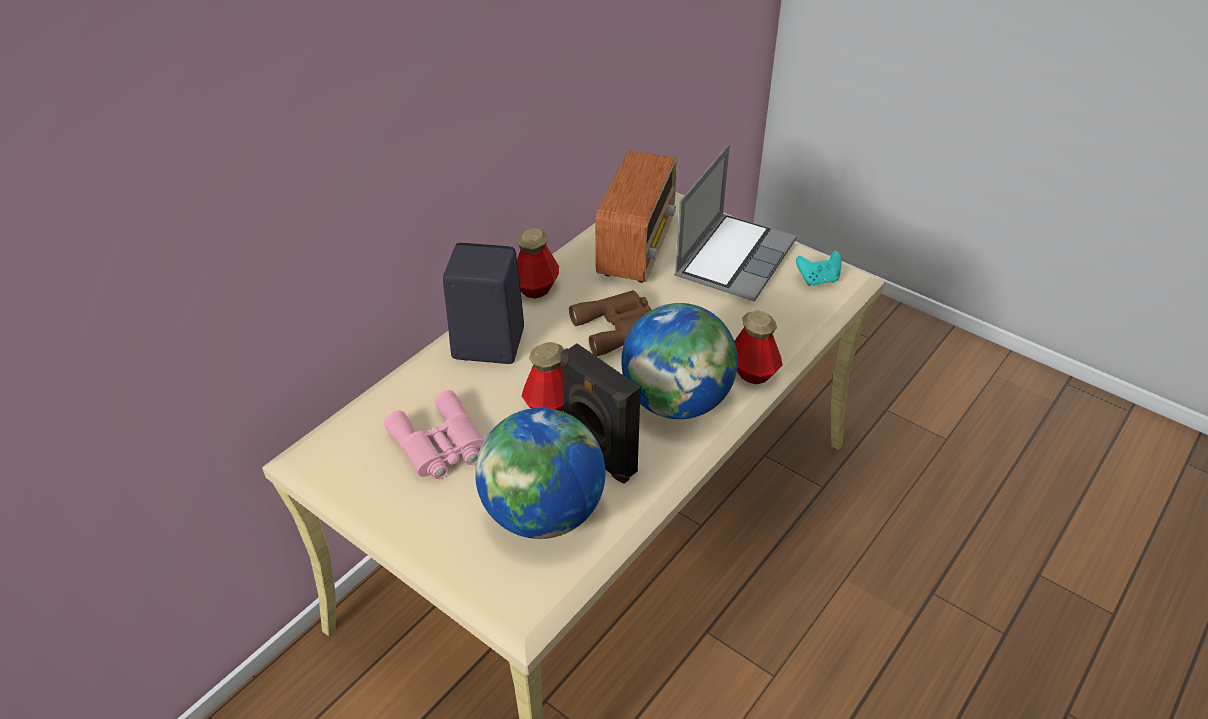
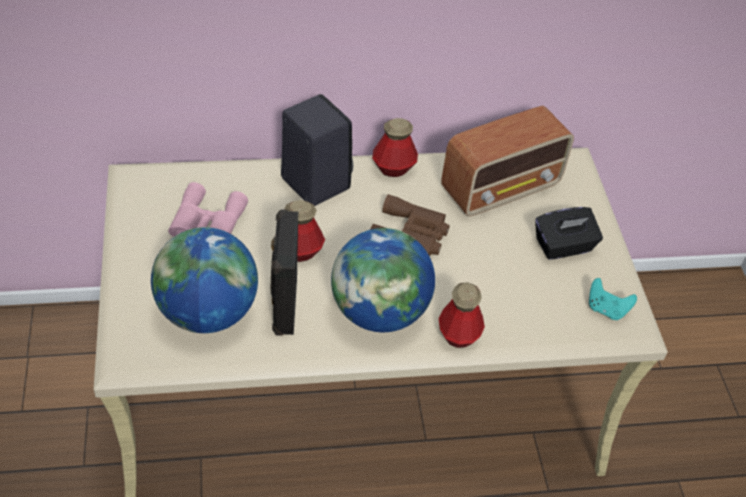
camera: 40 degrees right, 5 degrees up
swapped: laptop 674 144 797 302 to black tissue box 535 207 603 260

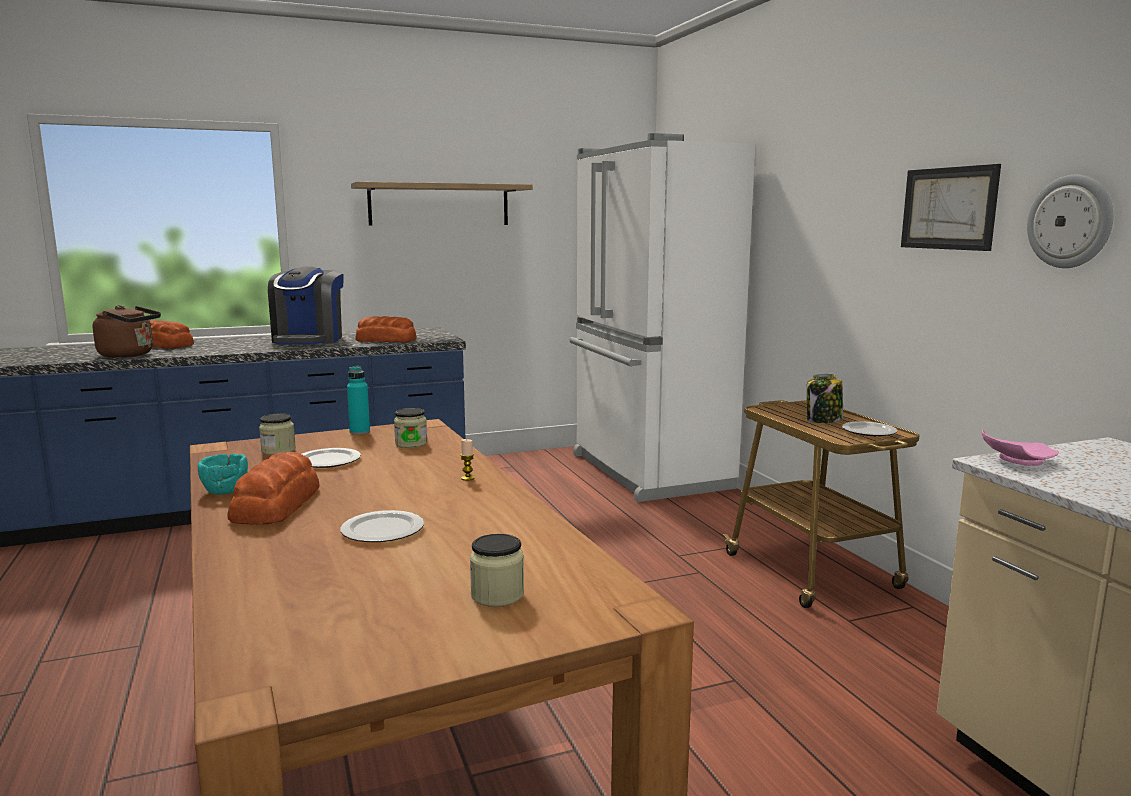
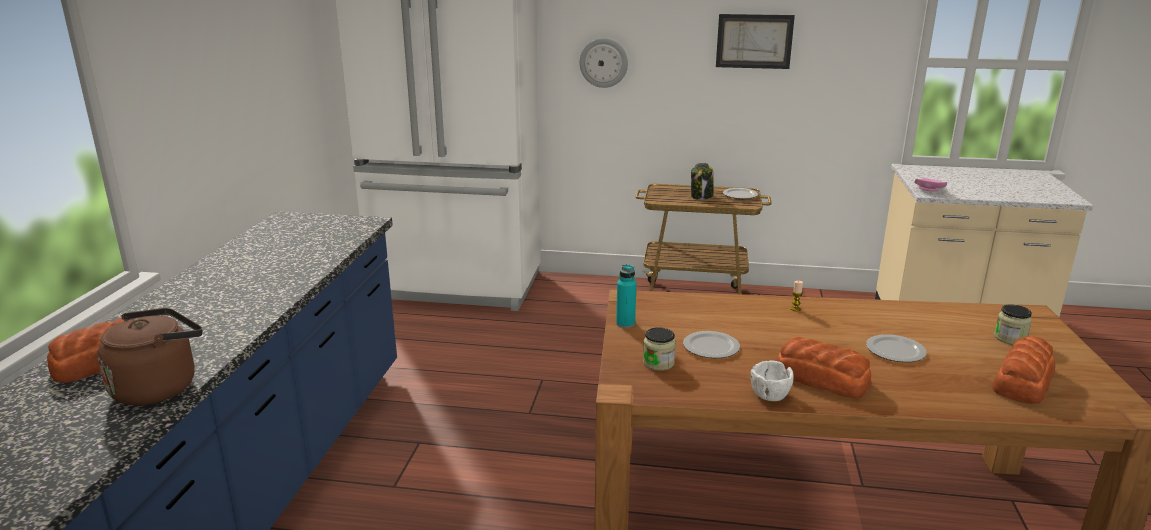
camera: 60 degrees left, 10 degrees up
gone: coffee machine 268 267 344 345; shelf 351 182 533 226; jar 394 408 427 448
shifted: bread 355 316 417 342 to 992 336 1055 404; wall clock 1027 175 1114 268 to 580 38 628 88
repainted: turquoise bowl 198 453 248 495 to white bowl 750 360 794 401

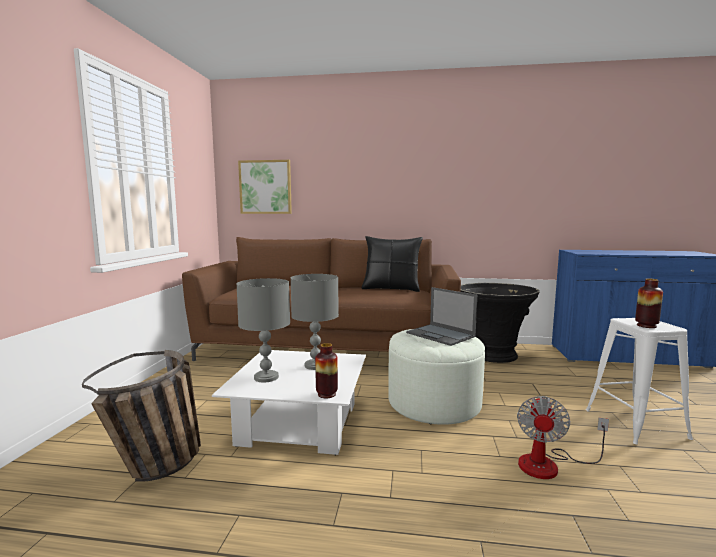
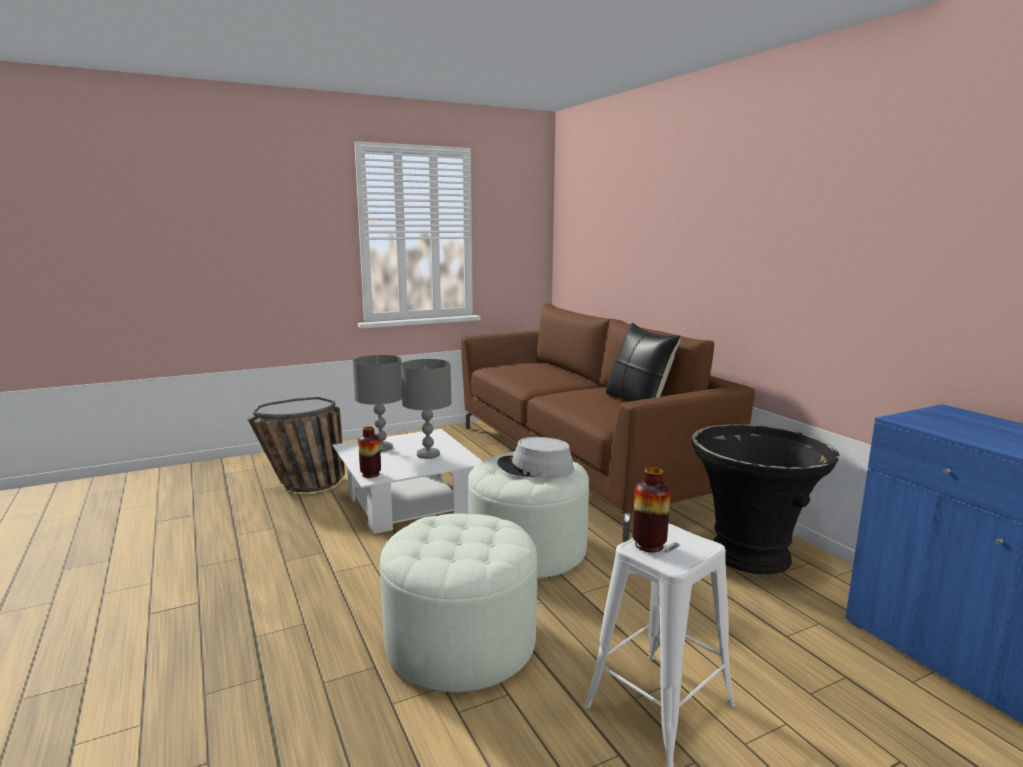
camera: 55 degrees right, 5 degrees up
gone: picture 238 160 292 214
swapped: laptop 406 287 477 346 to grey hat 497 437 574 478; fan 517 396 609 479 to white ottoman 380 514 537 692

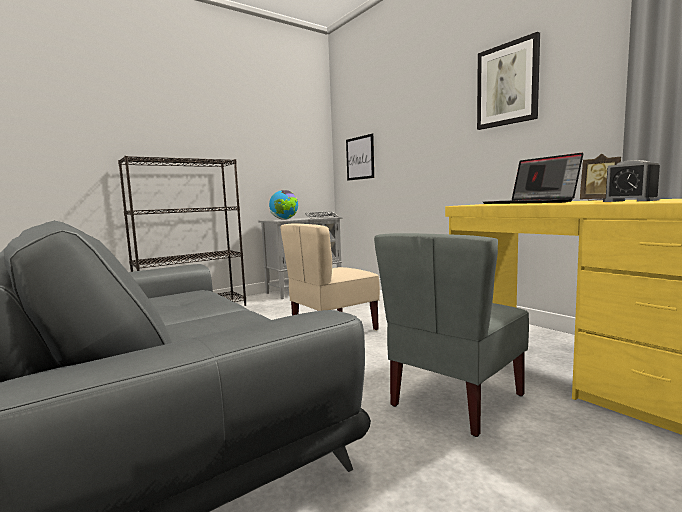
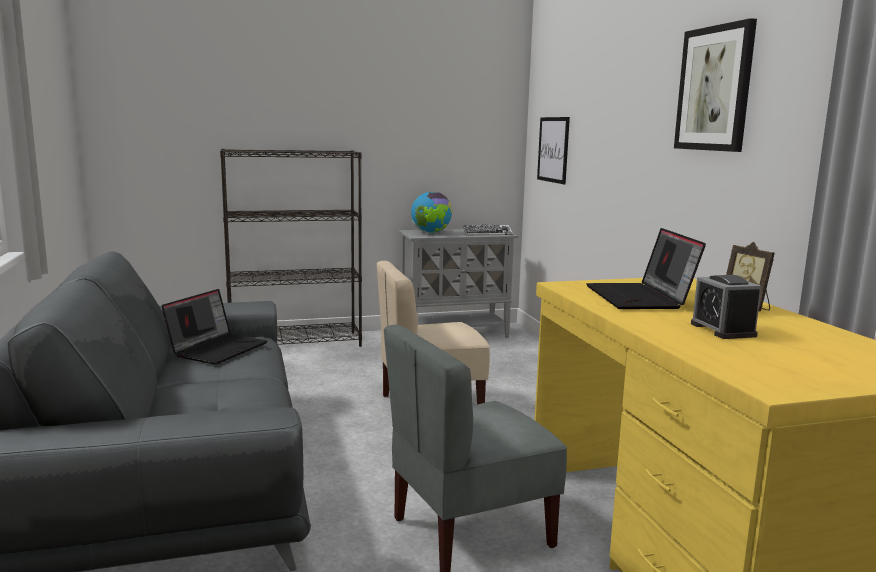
camera: 20 degrees right, 5 degrees up
new: laptop 161 289 268 365

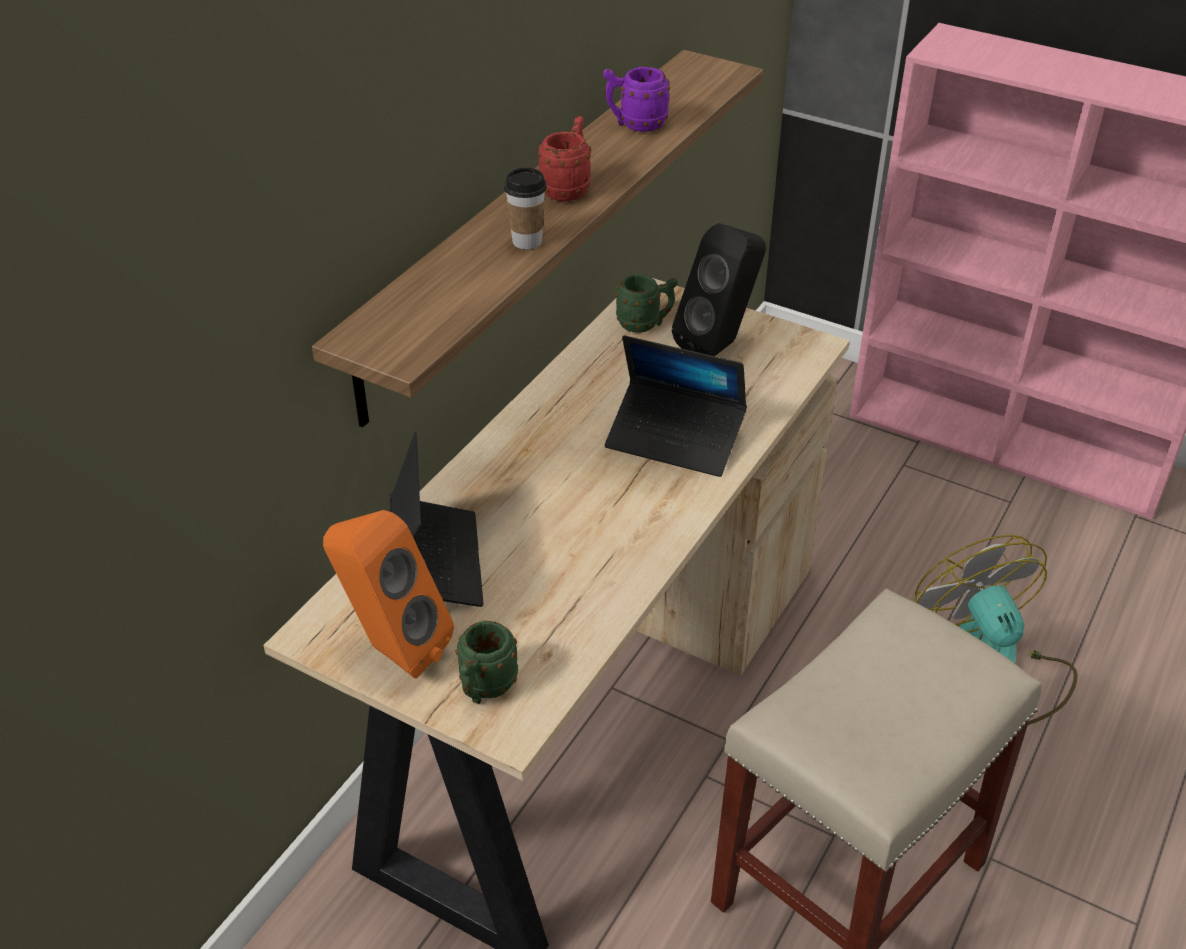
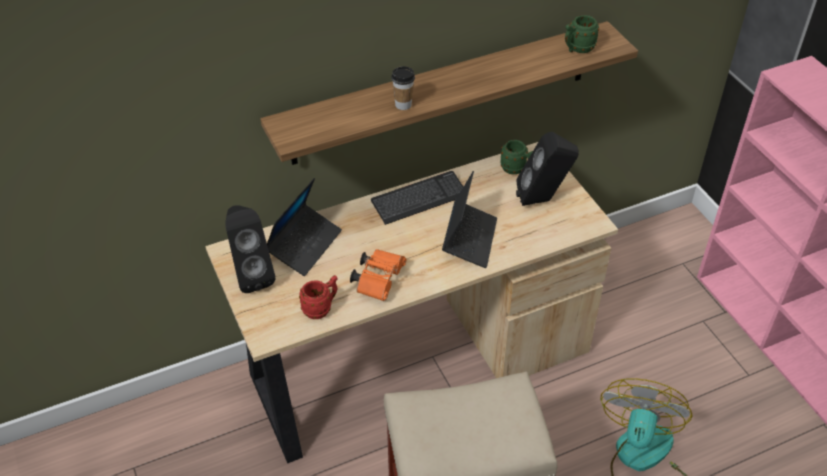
camera: 35 degrees right, 5 degrees up
gone: purple mug 603 67 670 132
new: orange binoculars 350 249 406 301; keyboard 371 171 463 225
shifted: green mug 456 621 518 704 to 565 15 599 53; red mug 538 116 591 201 to 299 275 338 319
repainted: orange speaker 323 510 454 678 to black speaker 225 205 276 293
rotated: laptop 605 335 747 477 = 442 171 497 268 135 degrees counterclockwise

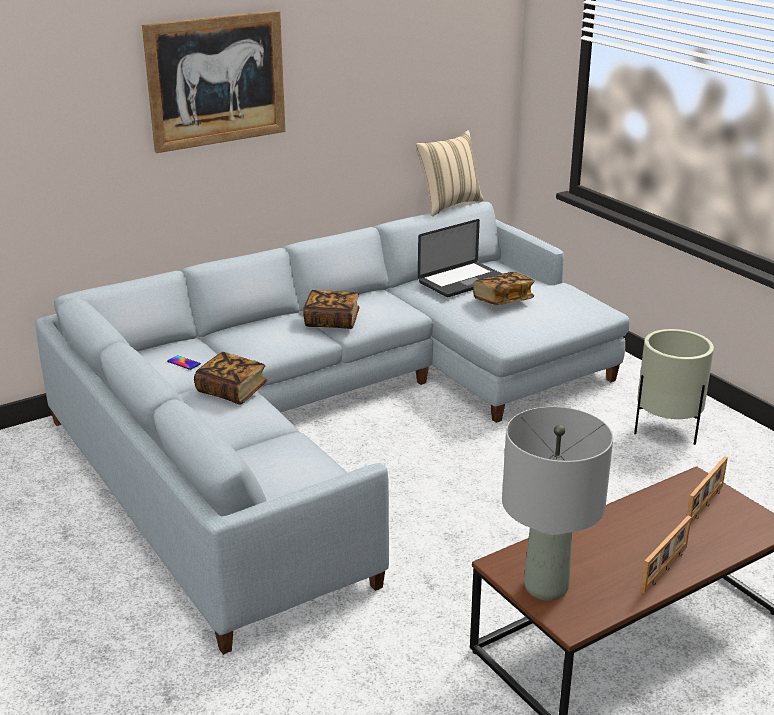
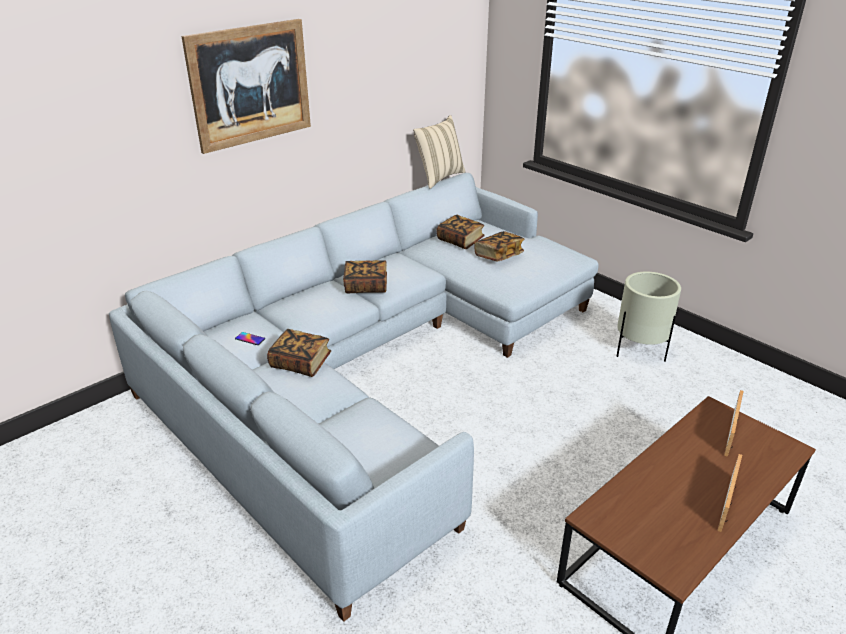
camera: 10 degrees left, 5 degrees up
gone: grey table lamp 502 407 613 601
swapped: laptop 418 219 502 297 to book 436 215 485 249

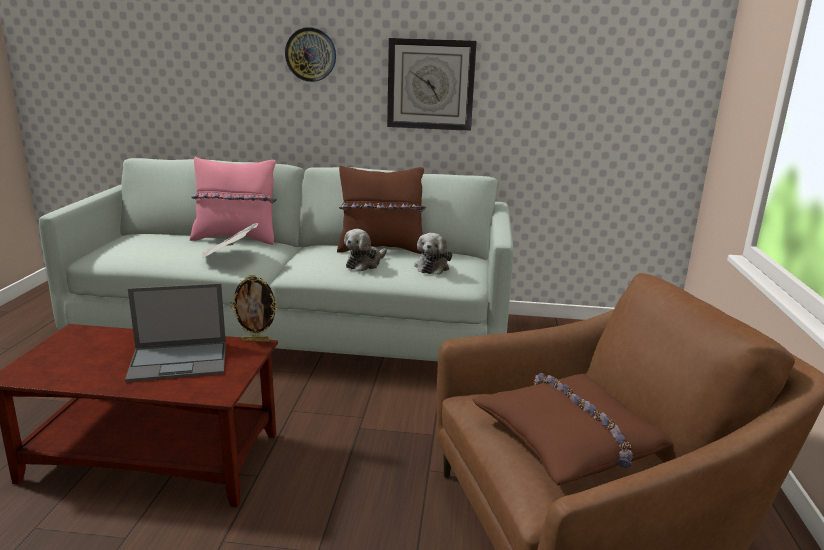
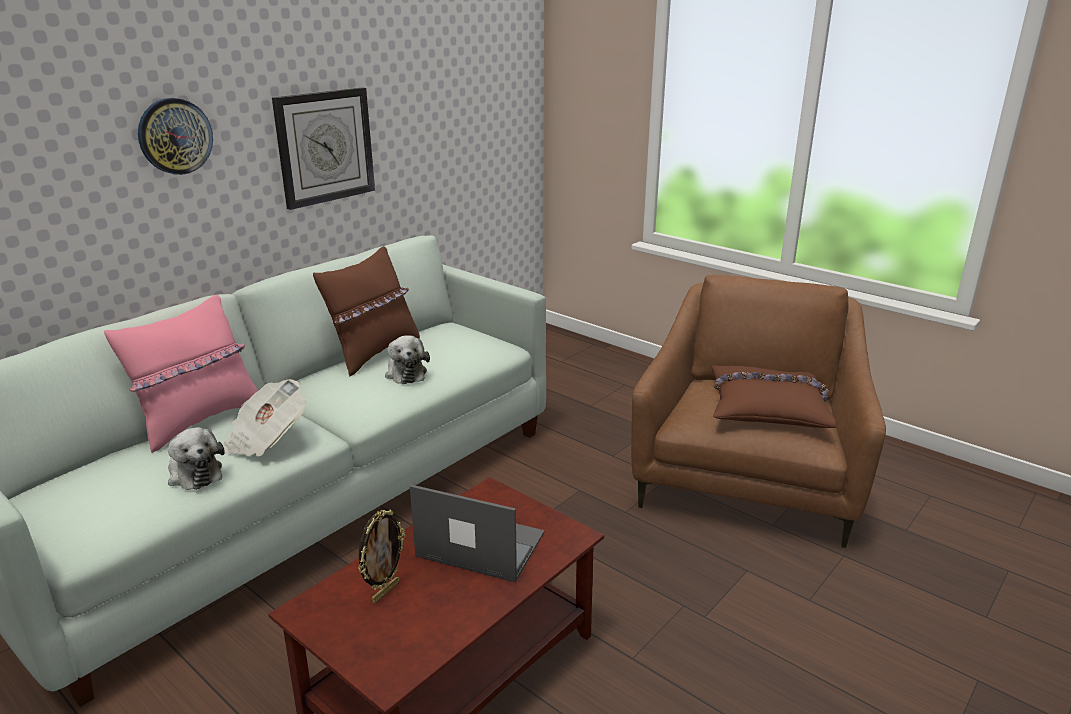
camera: 55 degrees left, 5 degrees up
shifted: picture frame 230 275 278 342 to 358 510 406 603; plush toy 414 233 452 275 to 168 427 225 490
rotated: laptop 125 283 226 382 = 410 485 545 582 90 degrees counterclockwise

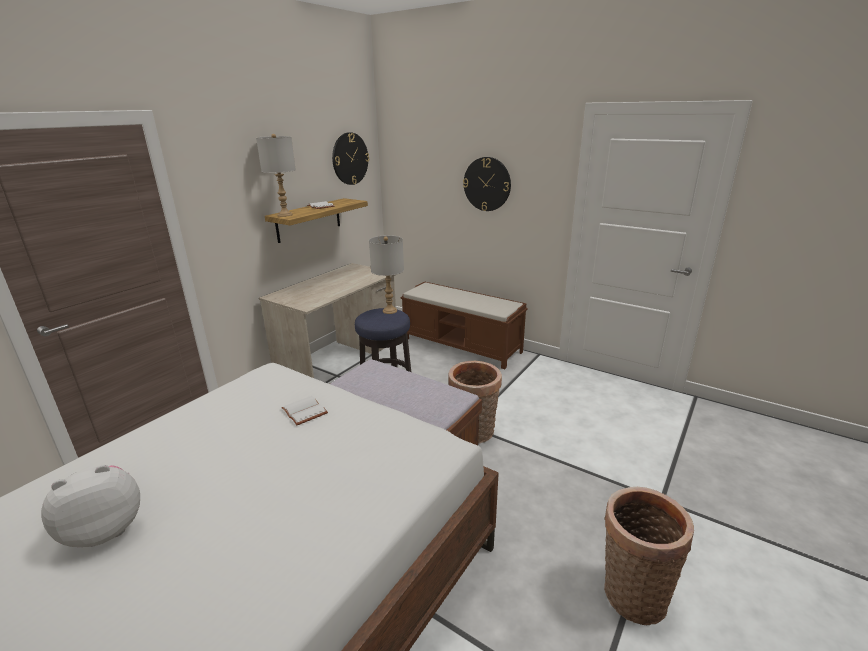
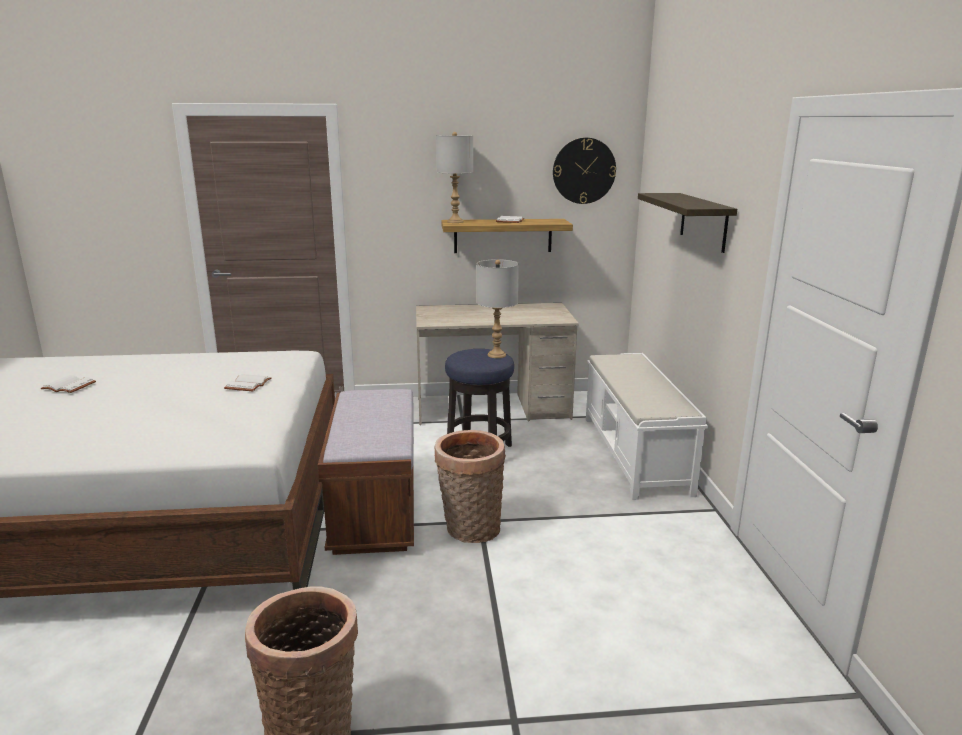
camera: 50 degrees right, 5 degrees down
swapped: plush toy 41 465 140 547 to white book 41 375 96 393; wall clock 463 157 511 211 to shelf 638 193 737 253
repainted: brown bench 401 281 528 369 to white bench 586 353 708 500

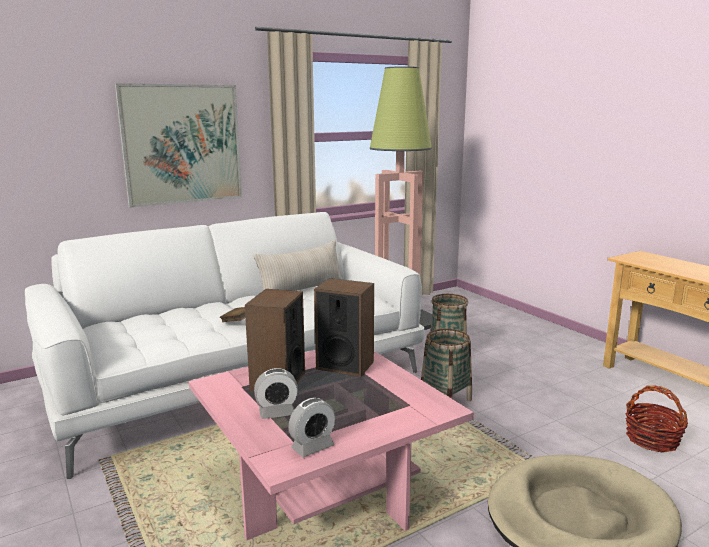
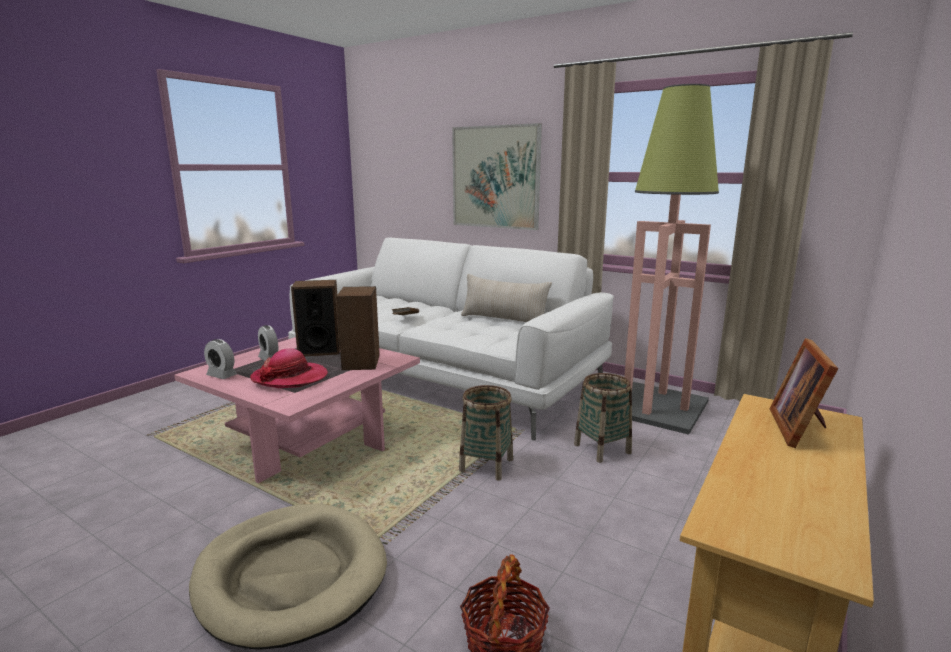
camera: 65 degrees right, 0 degrees up
new: hat 250 348 328 388; picture frame 770 338 838 448

